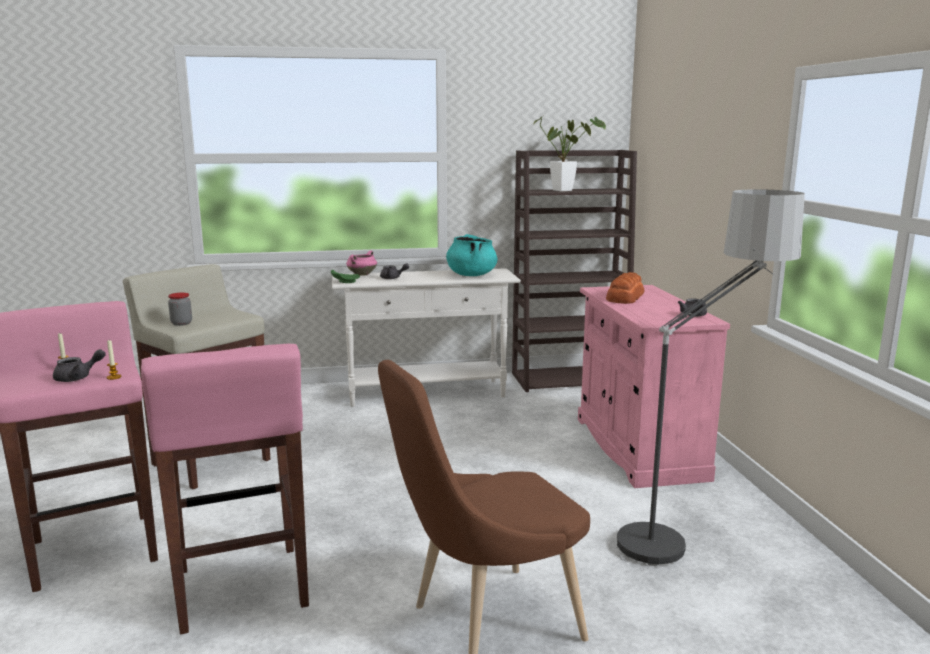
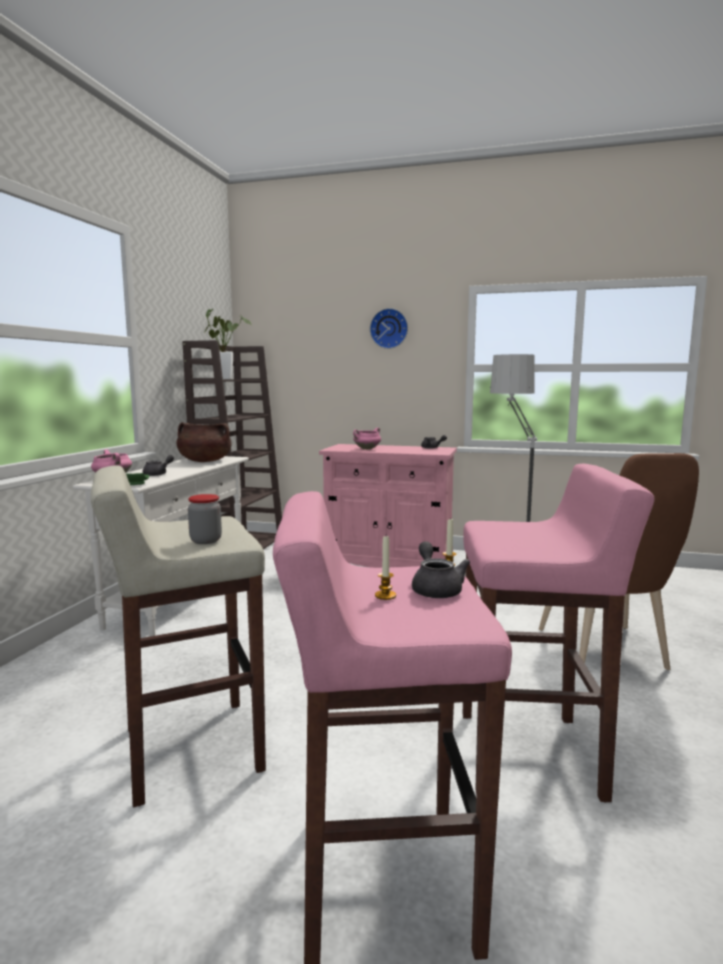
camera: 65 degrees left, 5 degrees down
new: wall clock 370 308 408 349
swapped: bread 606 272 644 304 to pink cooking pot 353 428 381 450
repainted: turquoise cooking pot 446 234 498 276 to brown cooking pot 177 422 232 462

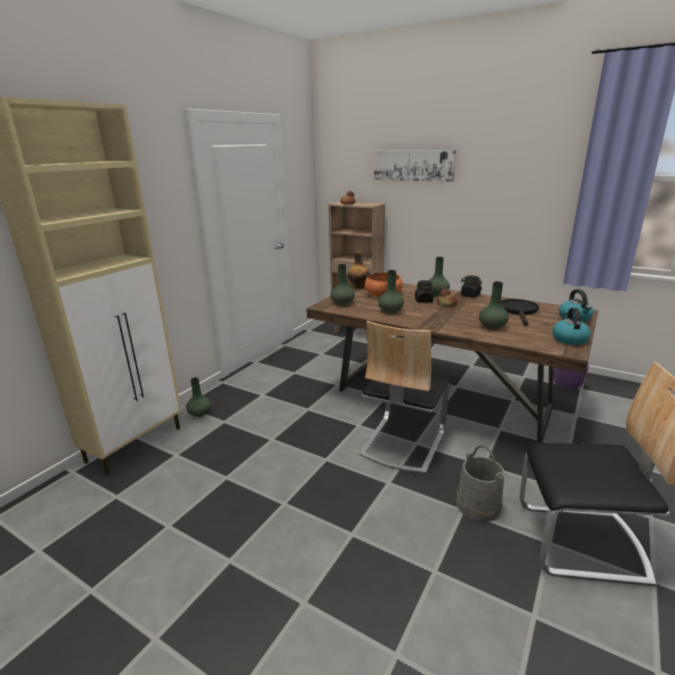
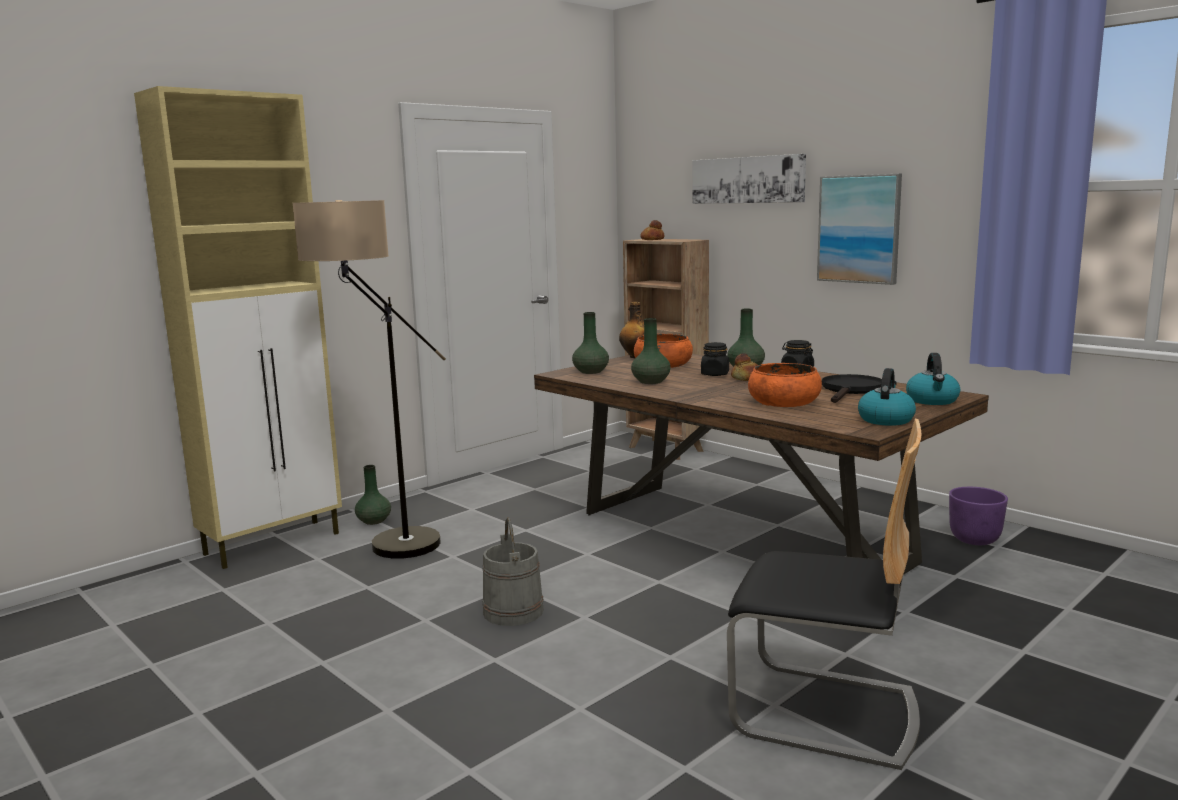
camera: 15 degrees right, 10 degrees down
gone: chair 359 321 449 474
new: floor lamp 293 200 446 559; picture 817 174 902 285
shifted: grey bucket 456 445 504 522 to 482 517 544 626
swapped: green vase 479 281 509 330 to orange bowl 748 363 822 407

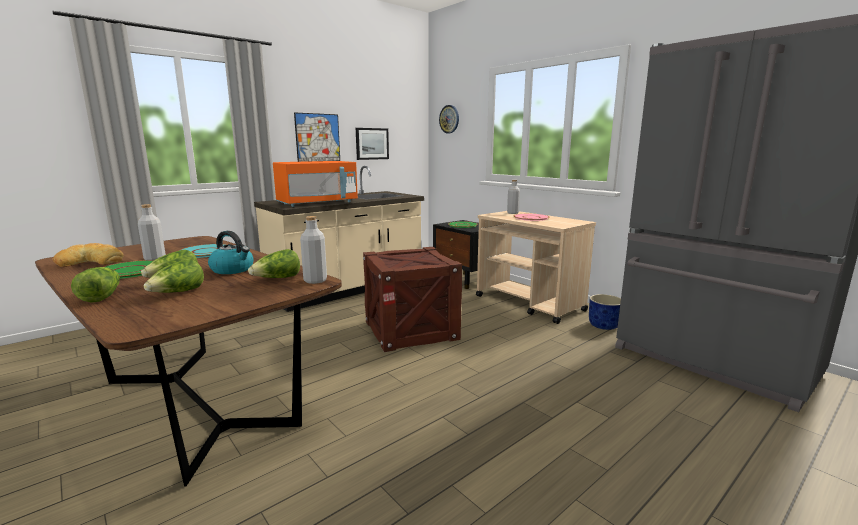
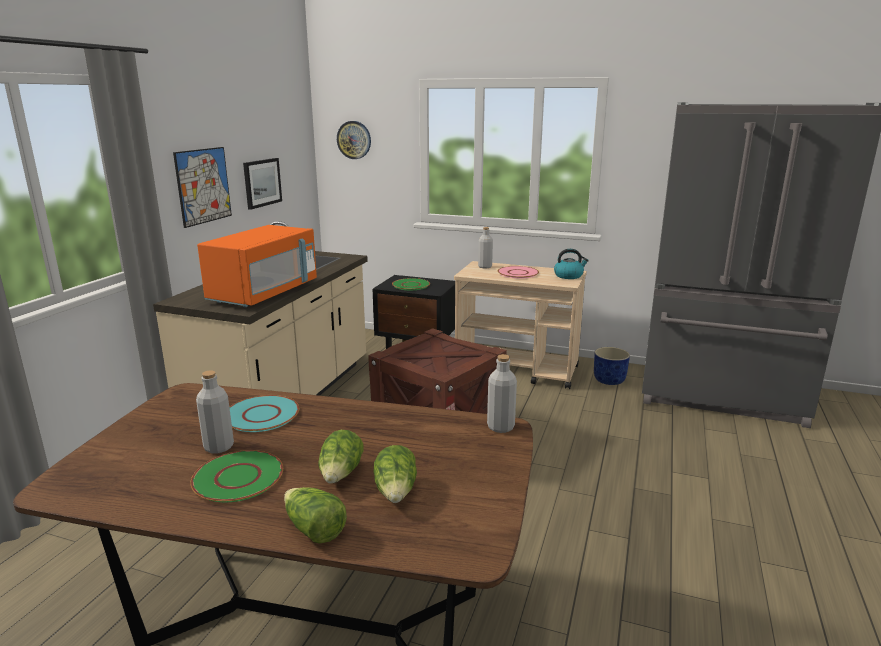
camera: 30 degrees left, 5 degrees up
gone: bread 52 243 124 267; lettuce 248 249 300 278
shifted: kettle 208 231 254 274 to 554 249 589 279

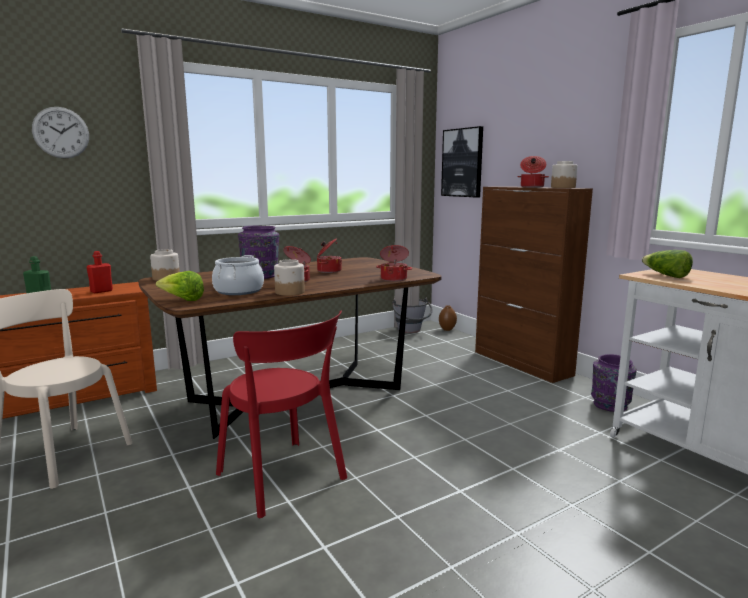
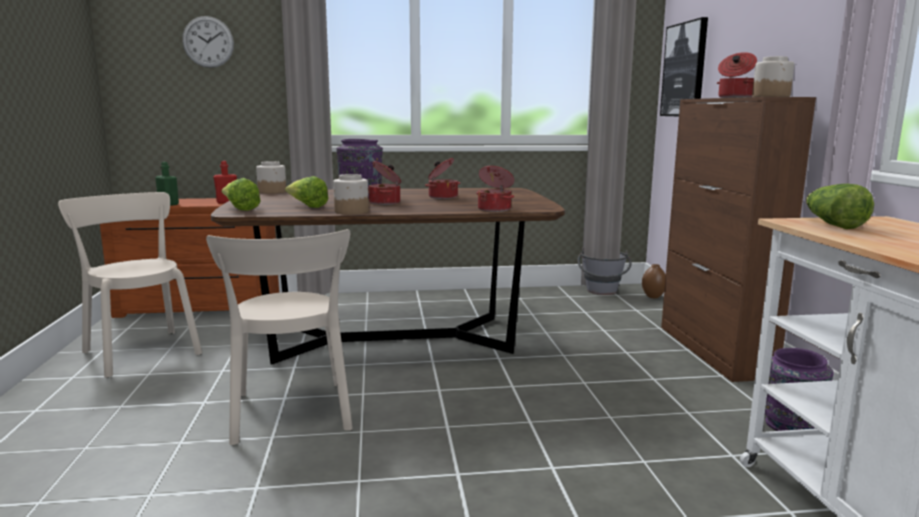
camera: 25 degrees right, 0 degrees up
swapped: cooking pot 212 255 264 295 to lettuce 285 176 328 208
repainted: red chair 216 311 347 518 to beige chair 206 229 353 445

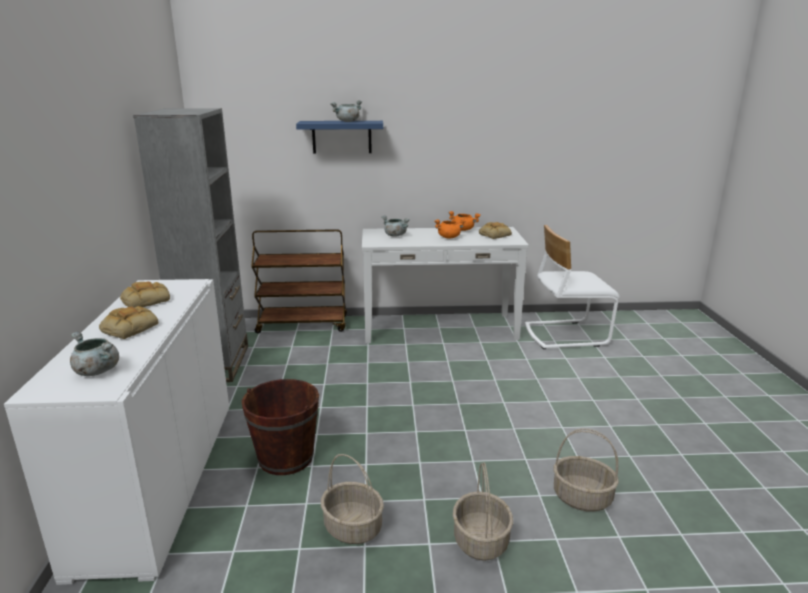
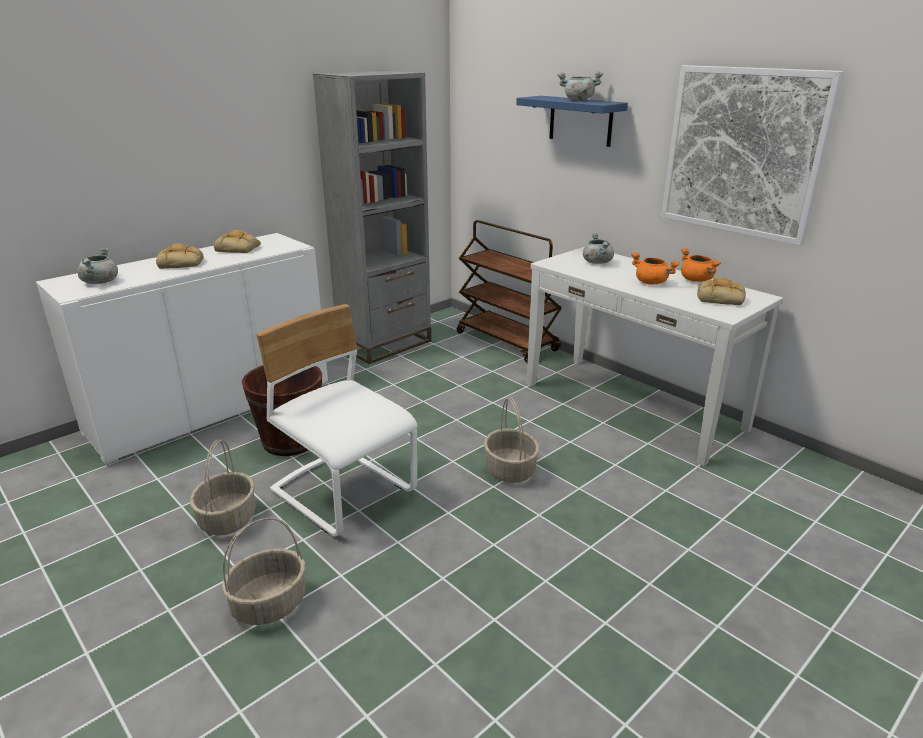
camera: 50 degrees right, 5 degrees up
new: picture 661 65 844 246
shifted: white chair 525 225 620 349 to 256 304 418 537; basket 553 429 619 512 to 484 397 539 483

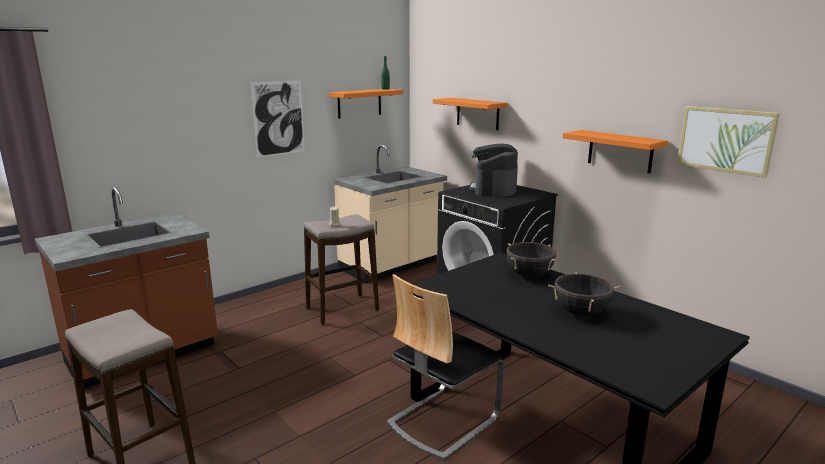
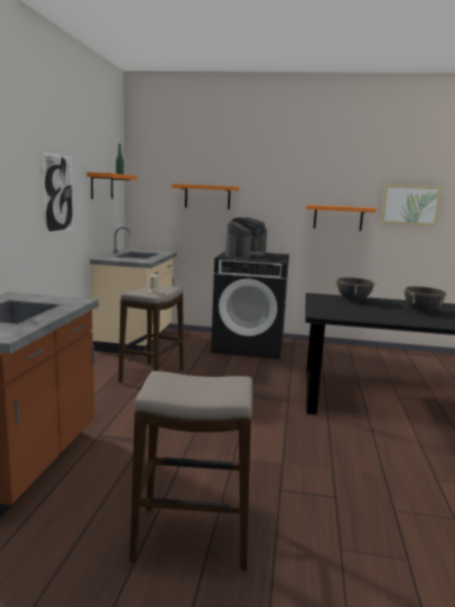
camera: 40 degrees left, 5 degrees down
gone: chair 387 274 505 460
rotated: coffee machine 469 143 518 197 = 225 217 267 258 120 degrees counterclockwise

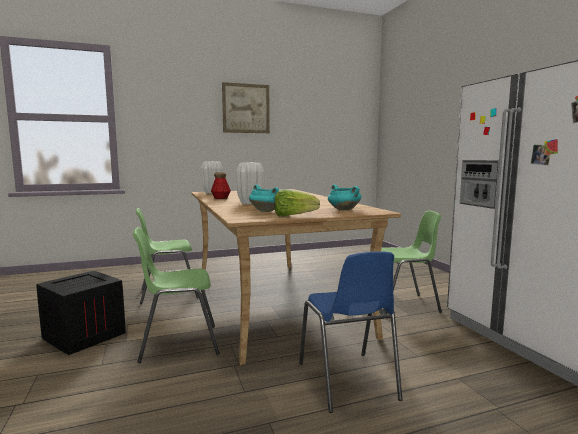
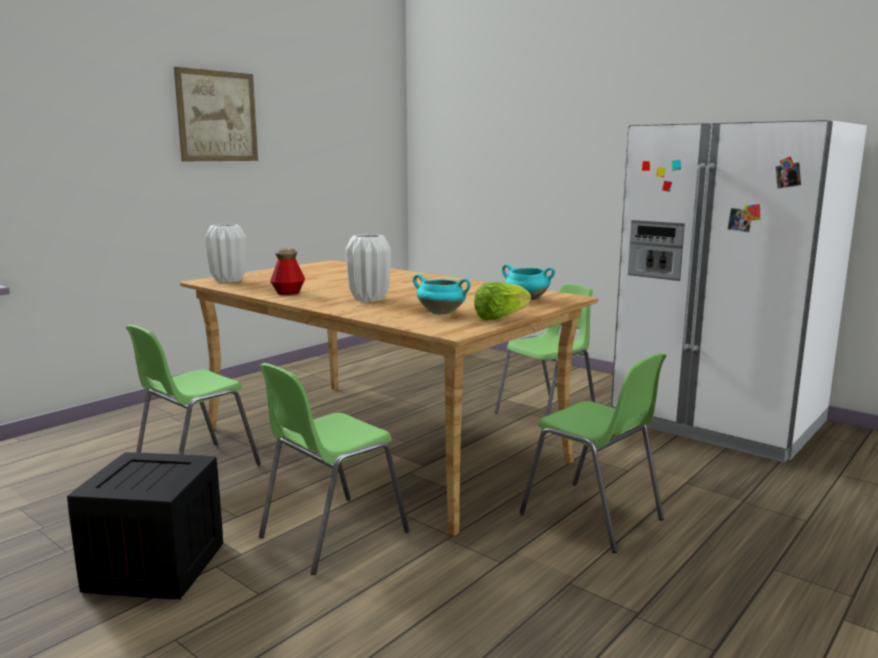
camera: 30 degrees left, 5 degrees up
repainted: blue chair 299 251 403 413 to green chair 520 353 667 553

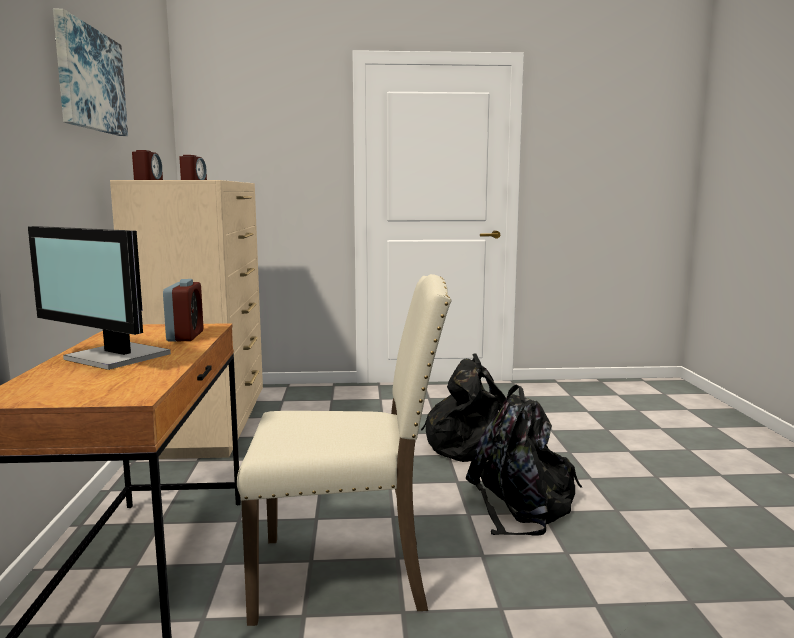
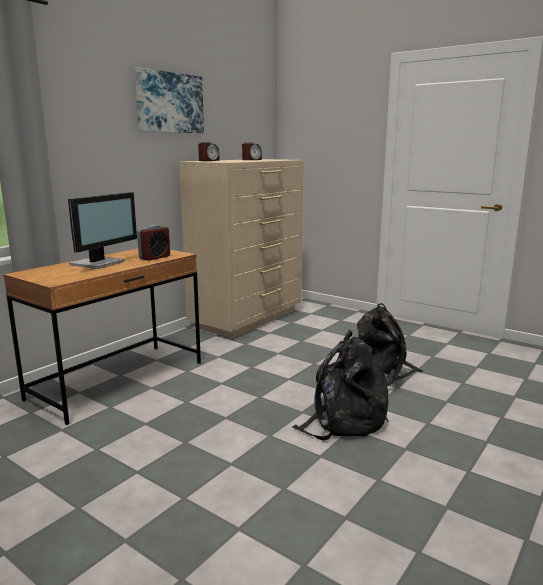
camera: 40 degrees right, 5 degrees up
gone: beige chair 237 274 452 626
rotated: monitor 28 226 171 370 = 68 192 137 269 135 degrees counterclockwise

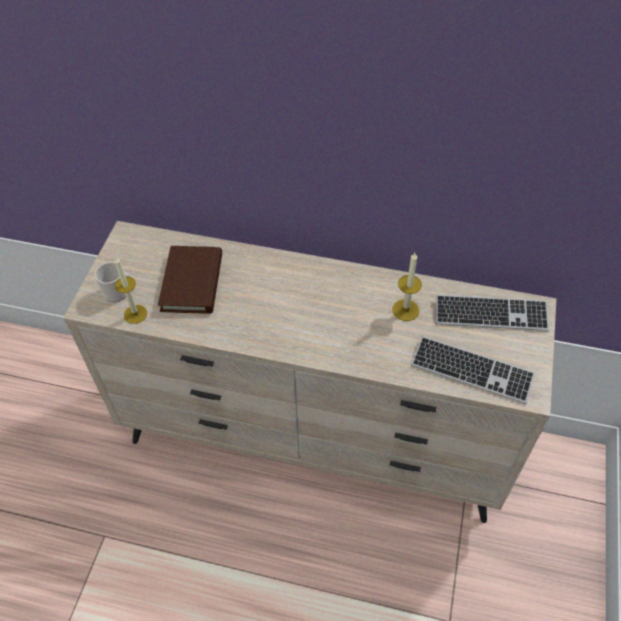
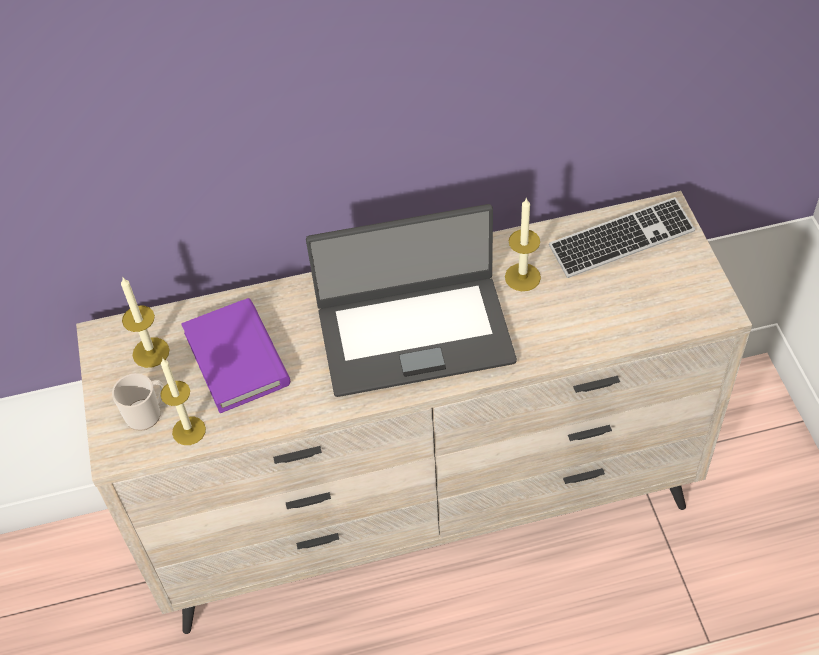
camera: 25 degrees left, 0 degrees up
gone: keyboard 411 336 535 404
new: candle 121 278 170 368; laptop 306 204 517 397
repainted: brown book 158 246 222 314 to purple book 181 298 290 413

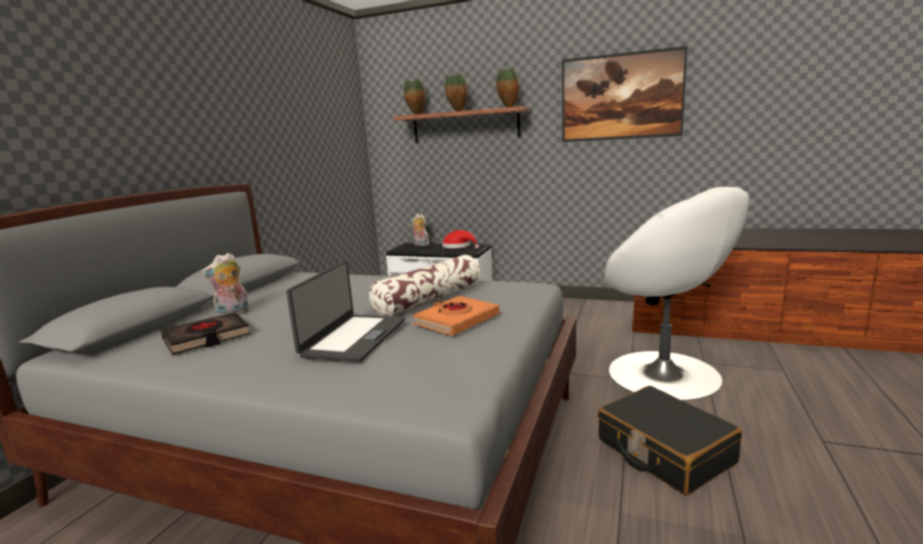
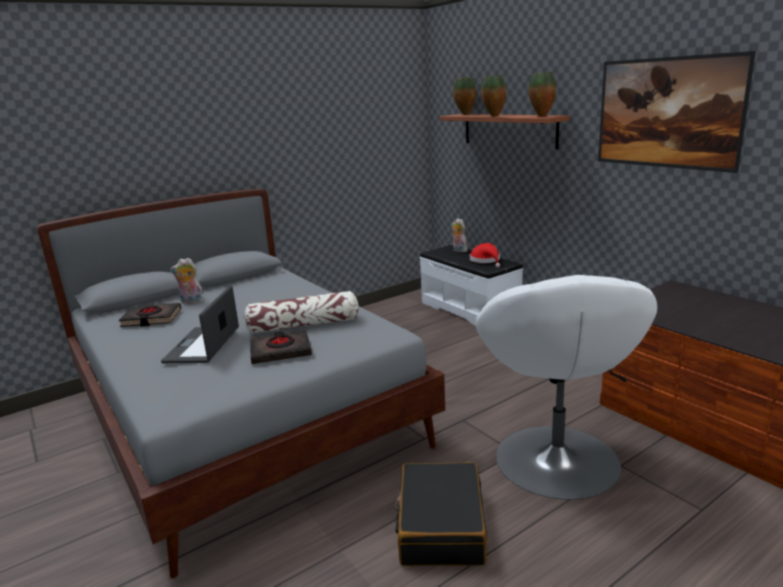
camera: 35 degrees right, 5 degrees up
repainted: orange book 412 296 499 336 to black book 250 330 312 364
rotated: laptop 286 261 405 362 = 161 286 239 363 135 degrees clockwise

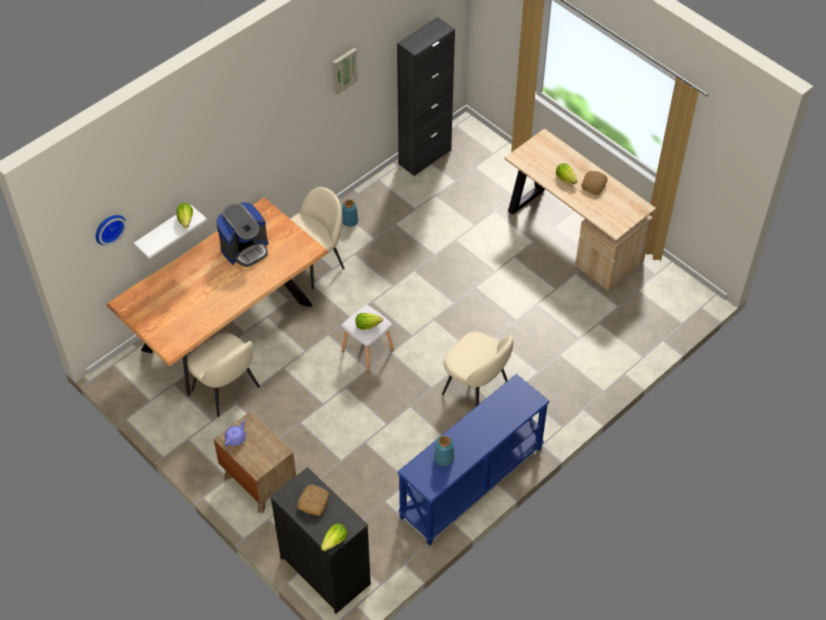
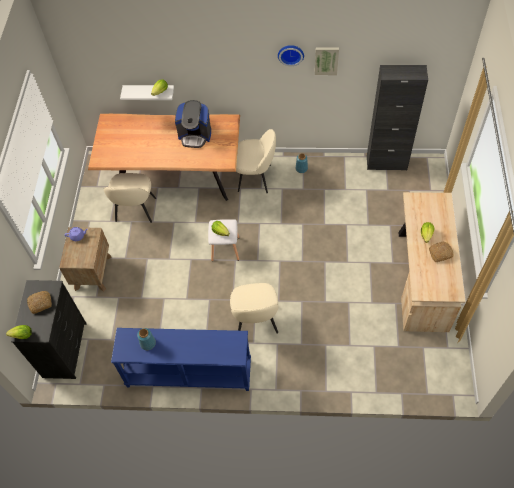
camera: 50 degrees right, 5 degrees up
shifted: wall clock 96 215 126 246 to 278 45 304 66

